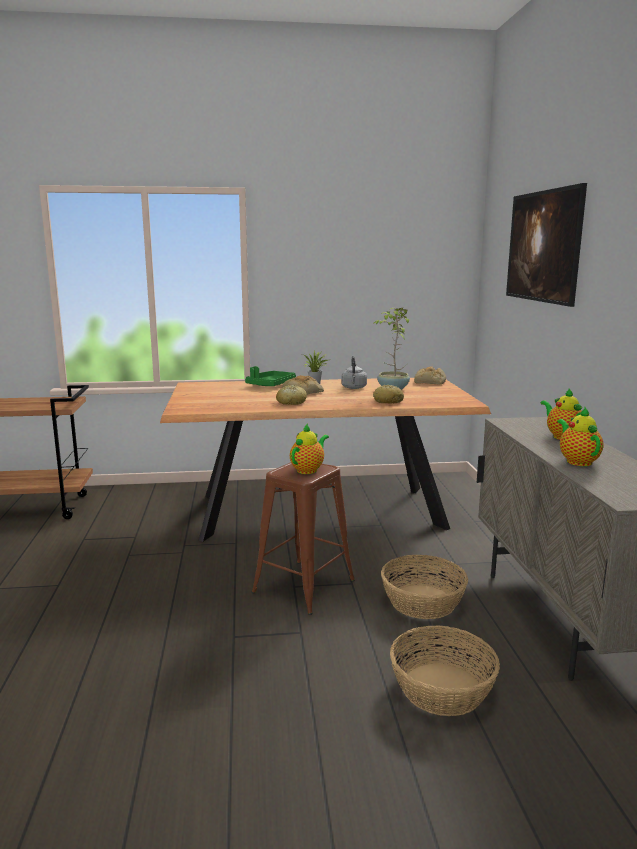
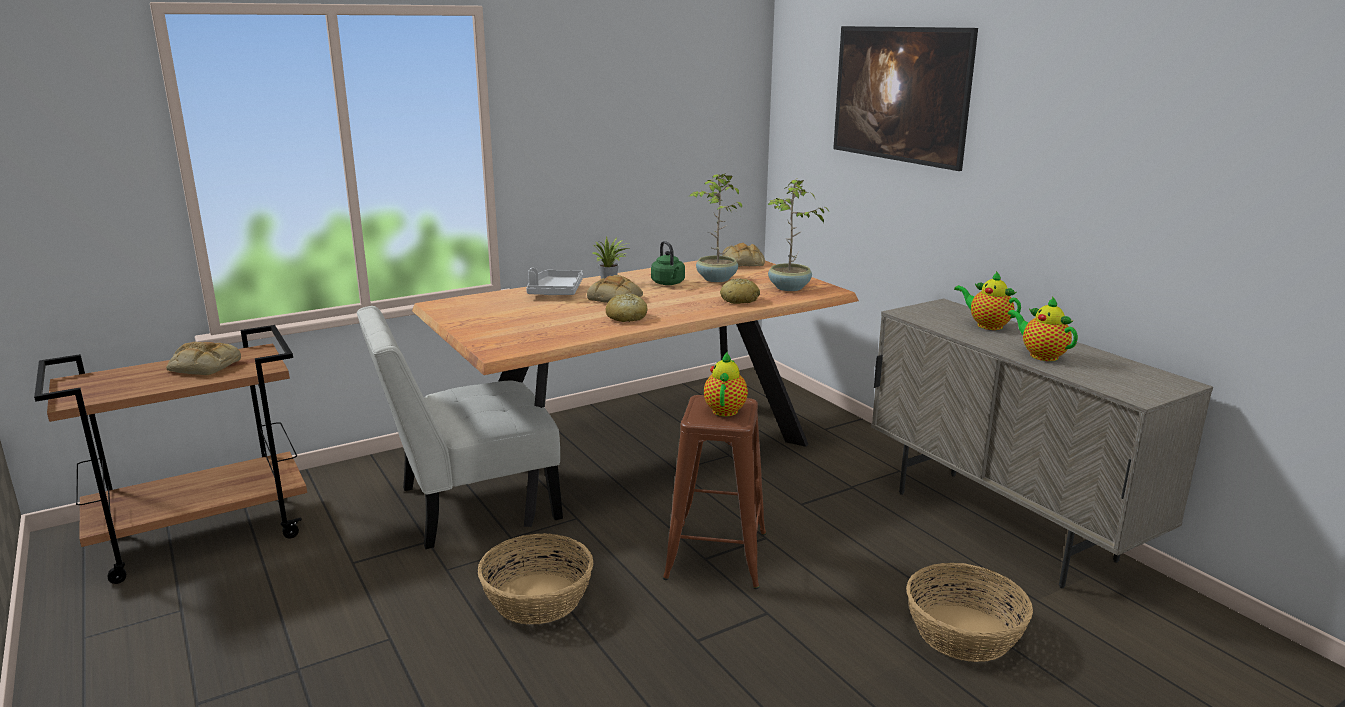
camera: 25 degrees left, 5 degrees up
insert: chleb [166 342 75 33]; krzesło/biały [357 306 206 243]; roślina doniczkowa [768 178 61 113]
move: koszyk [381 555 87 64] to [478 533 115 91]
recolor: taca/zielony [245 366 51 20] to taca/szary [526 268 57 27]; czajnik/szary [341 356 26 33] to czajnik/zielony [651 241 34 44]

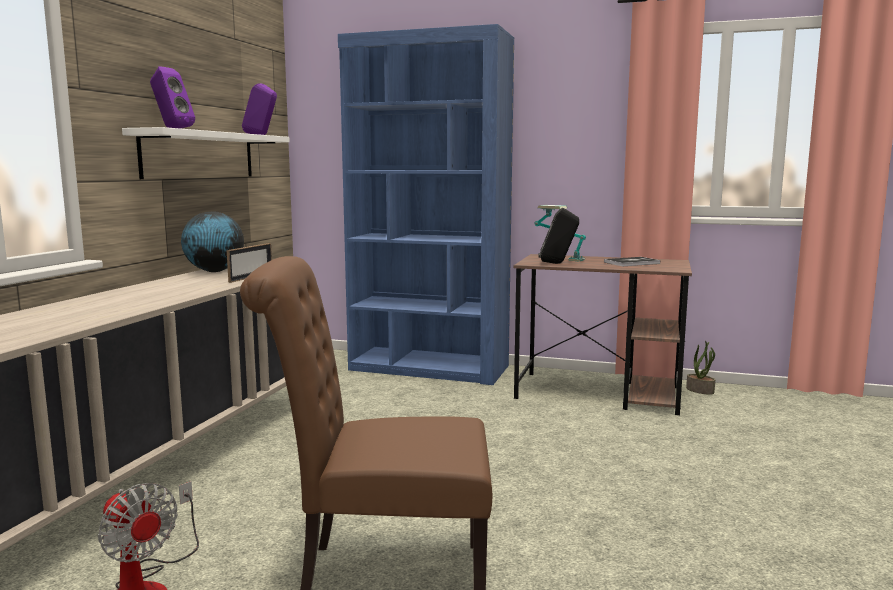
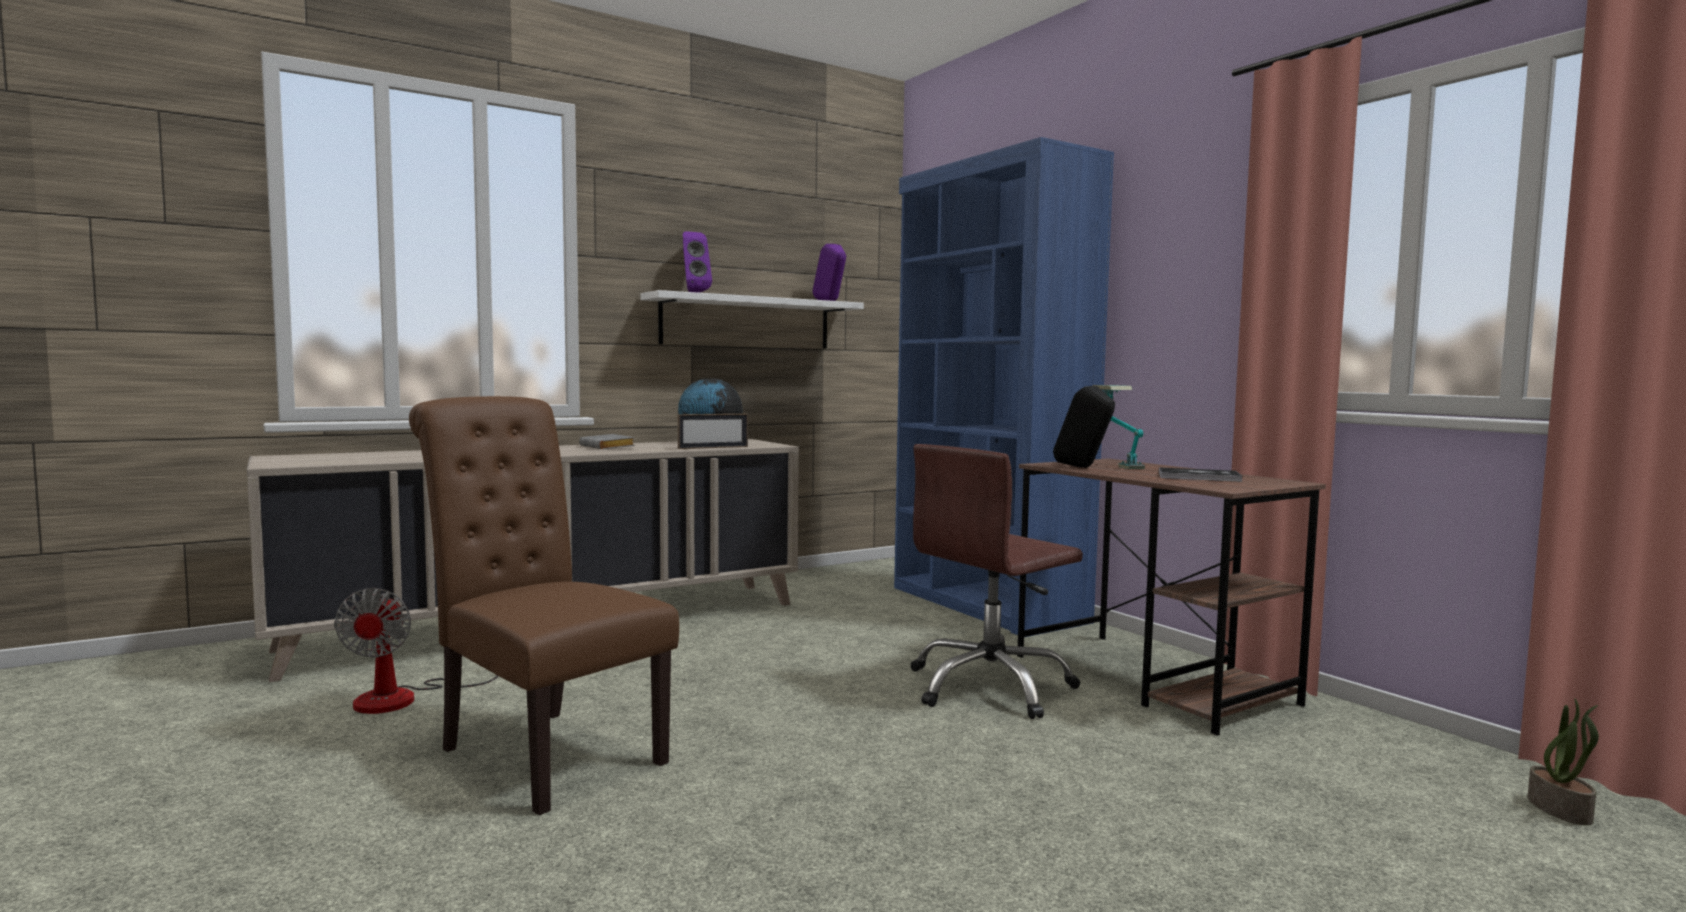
camera: 40 degrees right, 5 degrees down
insert: książka/szary [579 434 56 15]; krzesło biurowe/brązowy [910 444 173 275]
move: roślina doniczkowa [686 340 29 55] to [1528 698 71 127]

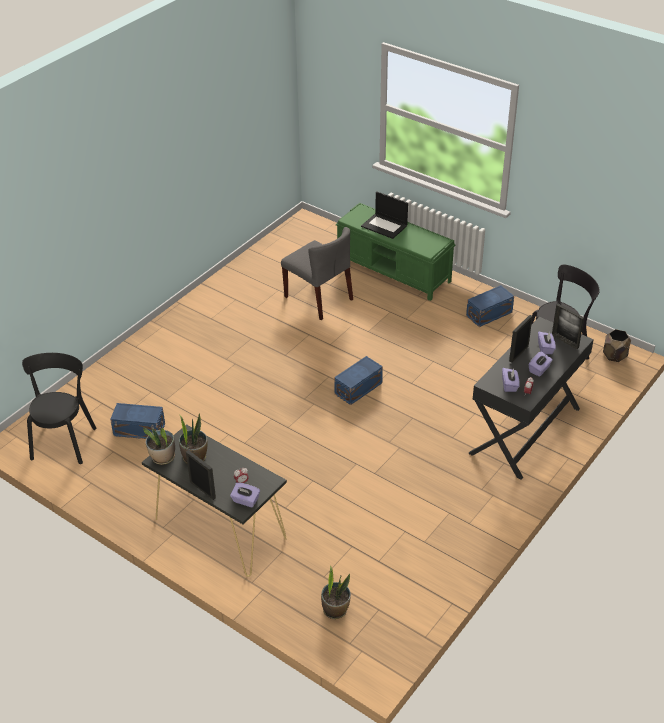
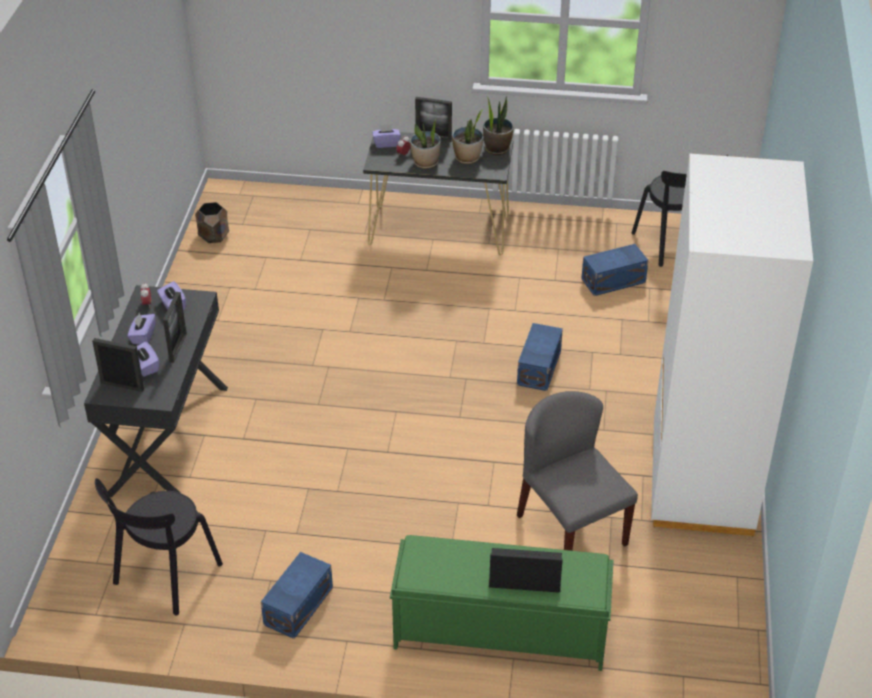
camera: 150 degrees right, 0 degrees up
insert: szafa/biały [651 154 162 382]
move: roślina doniczkowa [321 566 30 53] to [410 119 31 50]; pojemnik do przechowywania/niebieski [334 356 49 49] to [517 323 46 68]; donica/brązowy [603 329 28 33] to [195 202 34 41]
rotate: krzesło/szary [281 227 72 93] = [517 391 121 160] 45 degrees clockwise

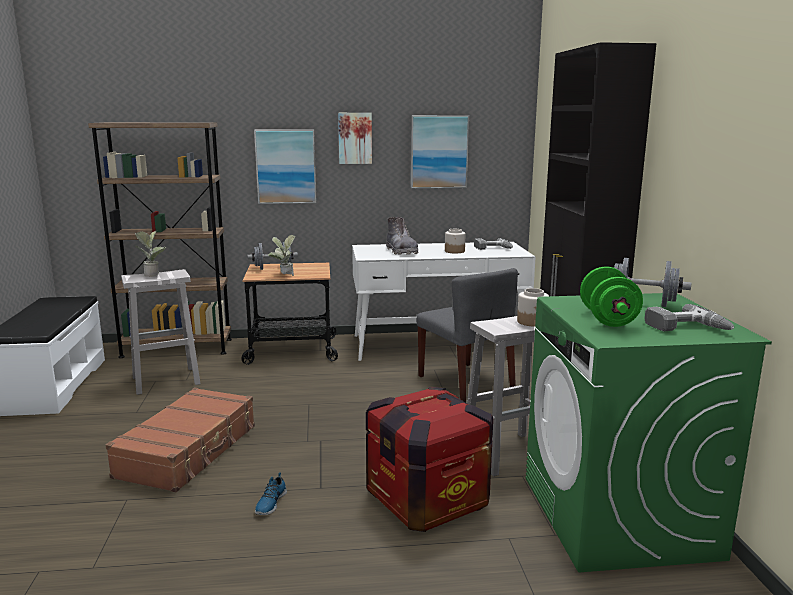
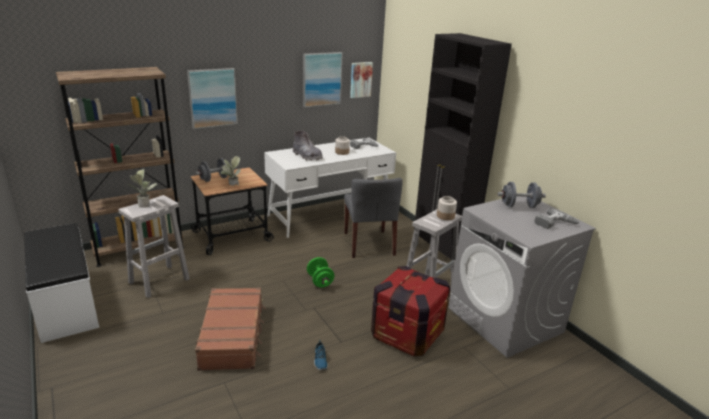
camera: 25 degrees left, 10 degrees up
move: obraz [338 113 34 51] to [350 62 23 36]; hantel/zielony [580 267 63 60] to [307 257 27 31]
recolor: pralka/zielony [526 293 246 279] to pralka/szary [448 196 148 162]
rotate: krzesło/szary [416 268 102 134] = [344 178 59 80] 45 degrees clockwise

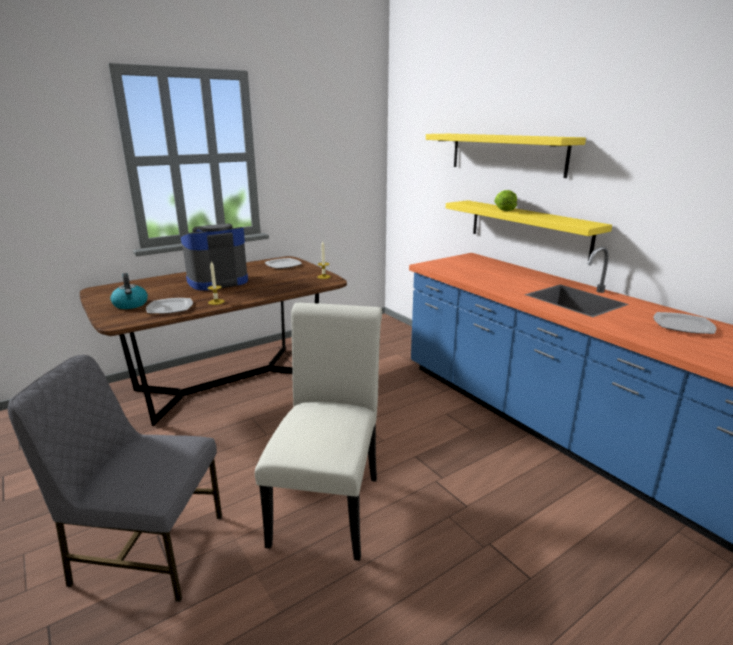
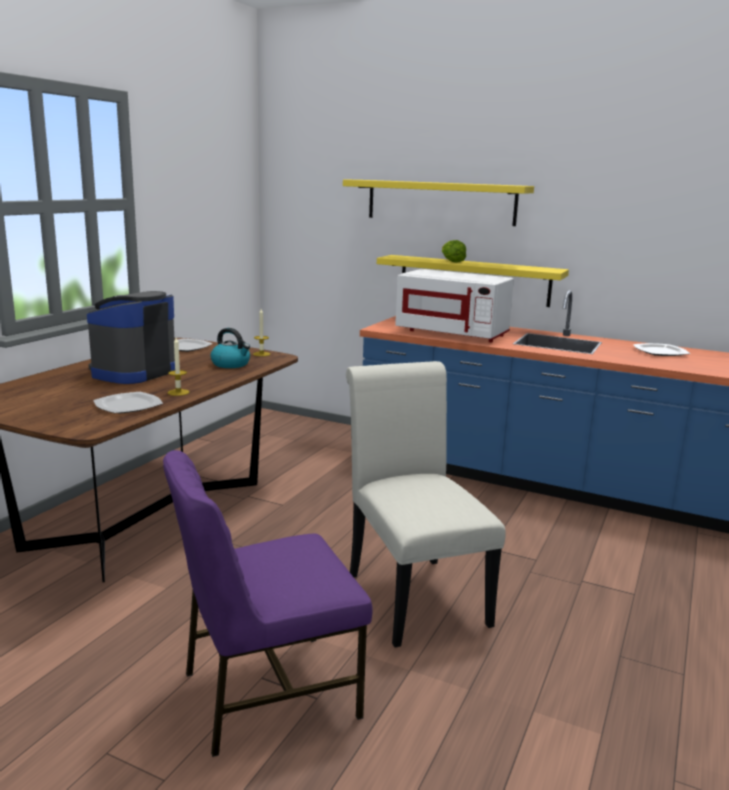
camera: 30 degrees left, 5 degrees down
insert: mikrofalówka/biały [395 269 119 73]
move: czajnik [110 273 38 36] to [211 328 39 40]
recolor: krzesło/szary [8 355 214 247] to krzesło/fioletowy [163 450 210 307]

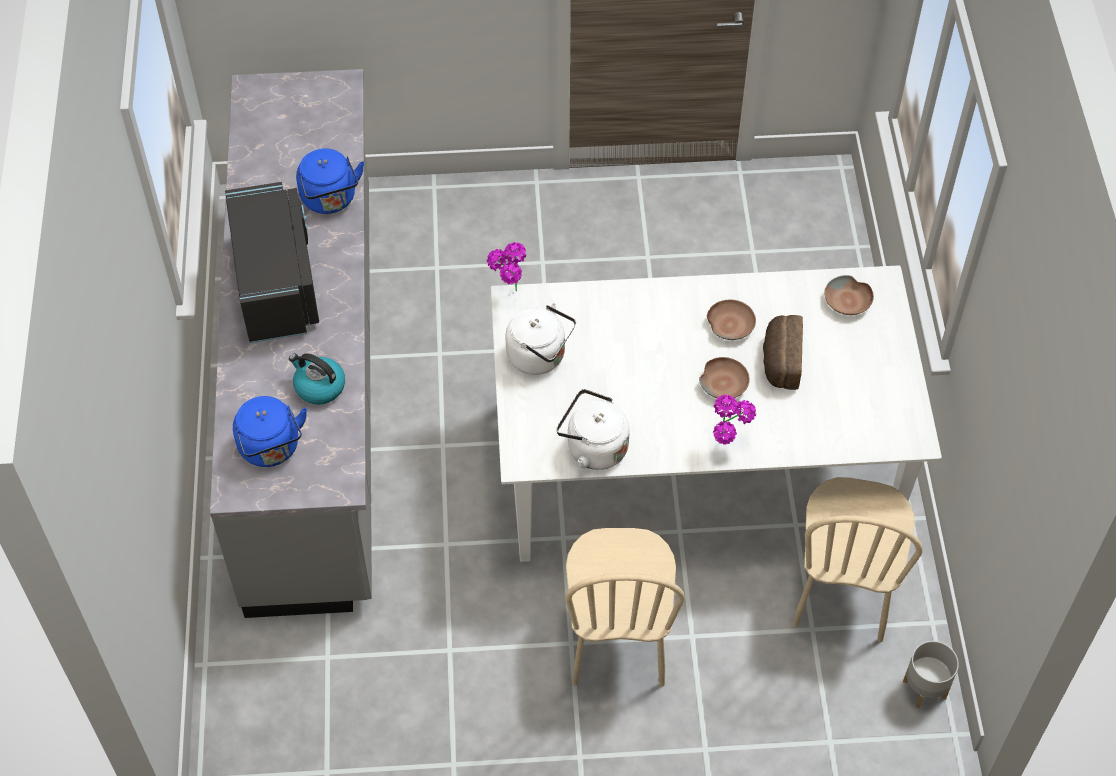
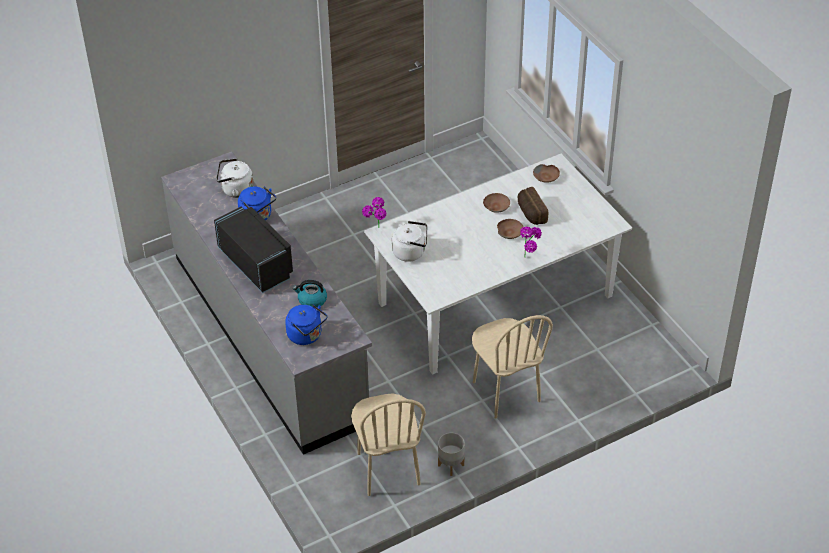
camera: 25 degrees left, 10 degrees down
move: czajnik/biały [556 389 74 81] to [216 158 38 40]; krzesło/beżowy [792 477 131 165] to [351 393 75 103]; donica/szary [903 641 56 68] to [438 433 27 43]

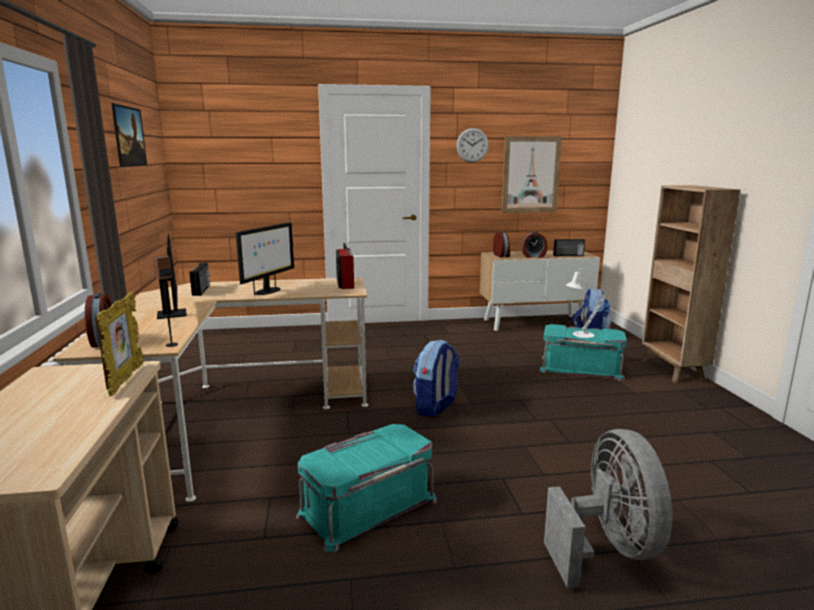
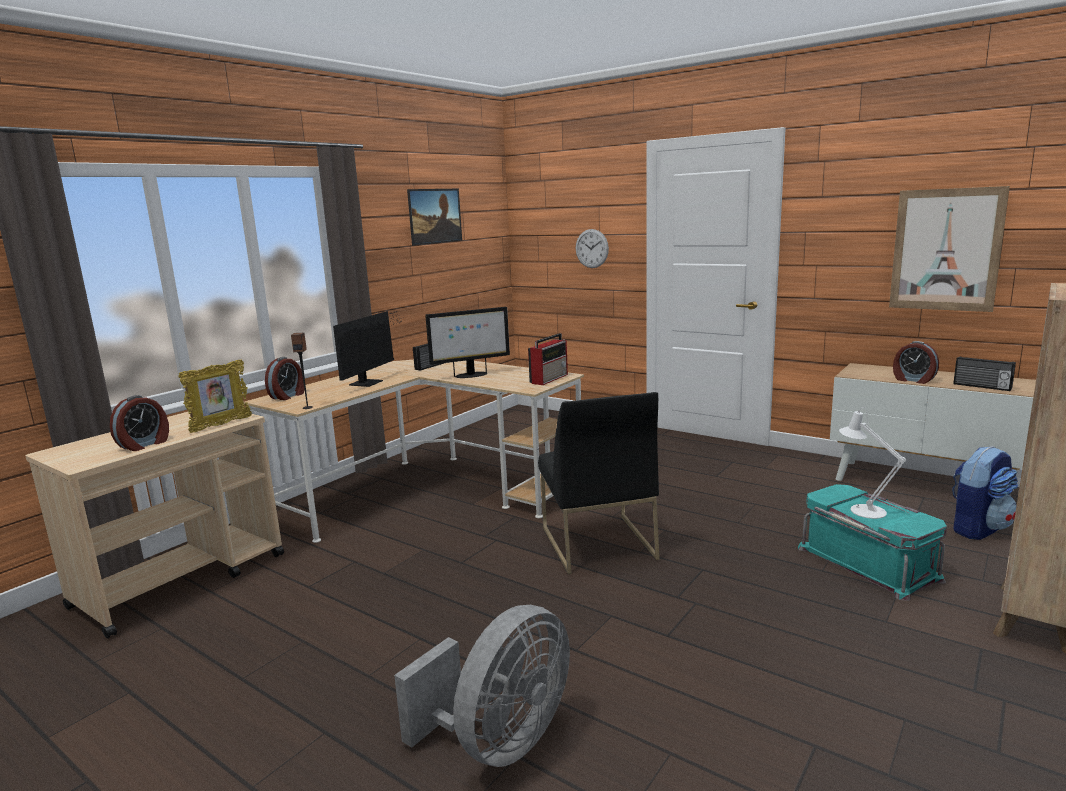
camera: 45 degrees right, 0 degrees up
delete: pojemnik do przechowywania/turkusowy [296 424 141 128]
move: zegar ścienny [456 128 33 35] to [576 229 33 39]; budzik [493 231 17 26] to [110 395 59 56]
replace: plecak [413 340 47 77] to krzesło/czarny [538 392 122 182]

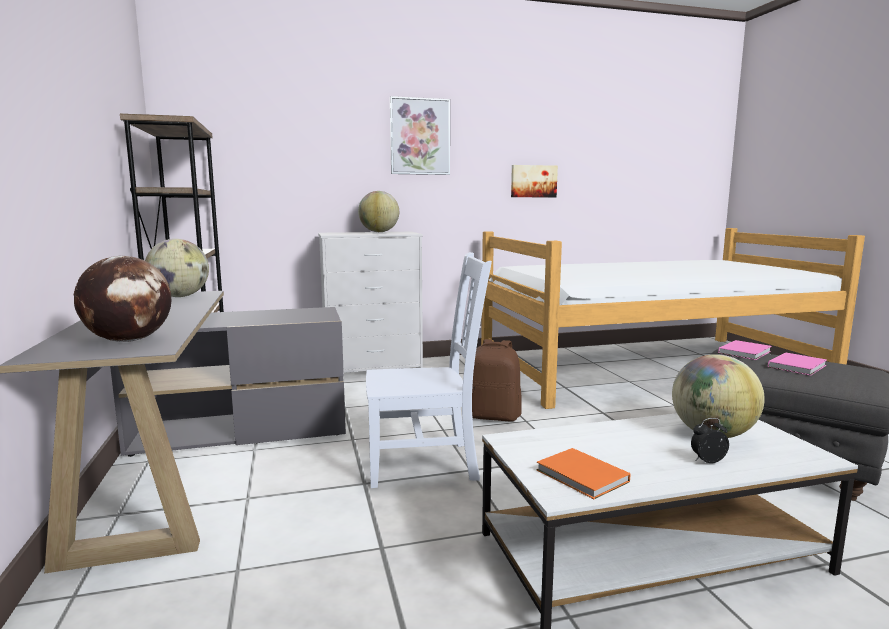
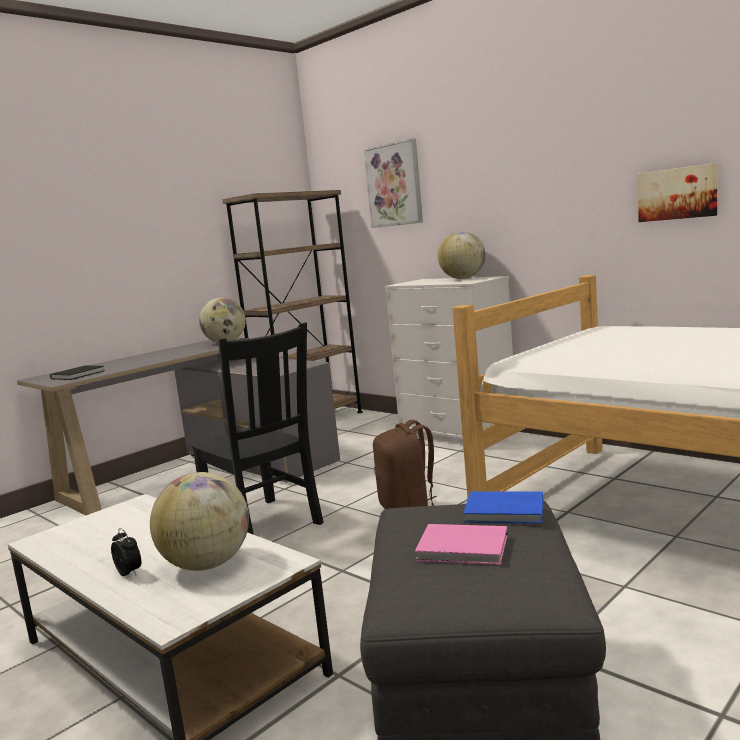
camera: 60 degrees right, 0 degrees up
delete: książka/pomarańczowy [536 448 94 51]
move: obraz [390 96 60 79] to [364 138 59 90]
replace: globus [74 256 97 86] to książka/czarny [50 365 55 15]
recolor: krzesło/biały [366 252 126 236] to krzesło/czarny [192 322 132 213]; książka/różowy [718 340 54 20] to książka/niebieski [463 491 80 32]

